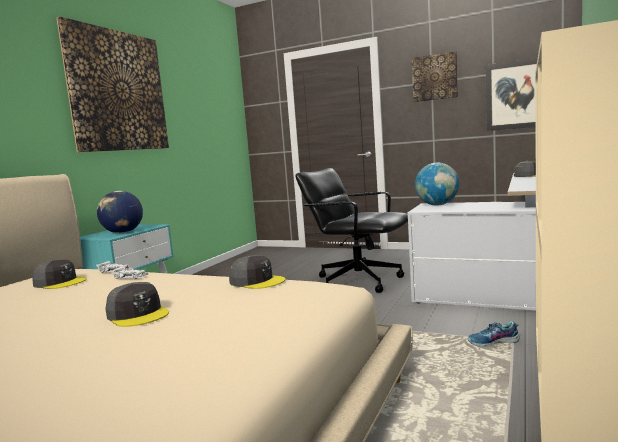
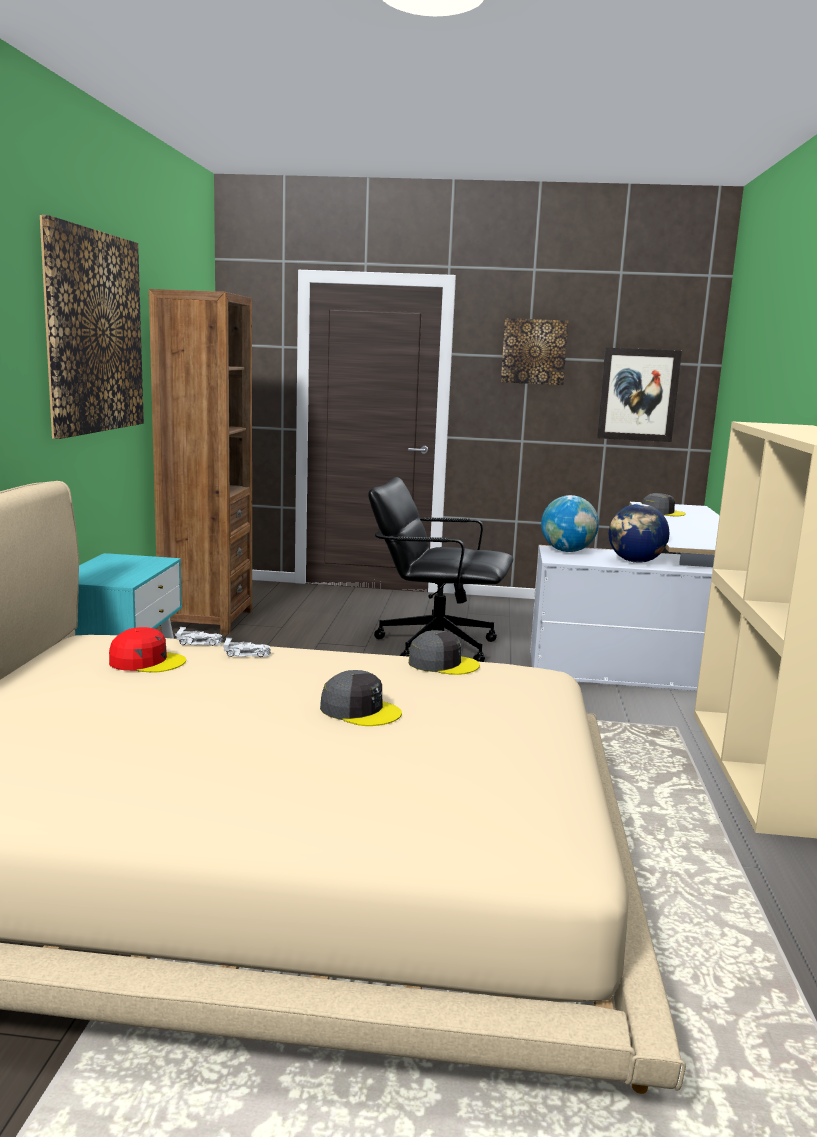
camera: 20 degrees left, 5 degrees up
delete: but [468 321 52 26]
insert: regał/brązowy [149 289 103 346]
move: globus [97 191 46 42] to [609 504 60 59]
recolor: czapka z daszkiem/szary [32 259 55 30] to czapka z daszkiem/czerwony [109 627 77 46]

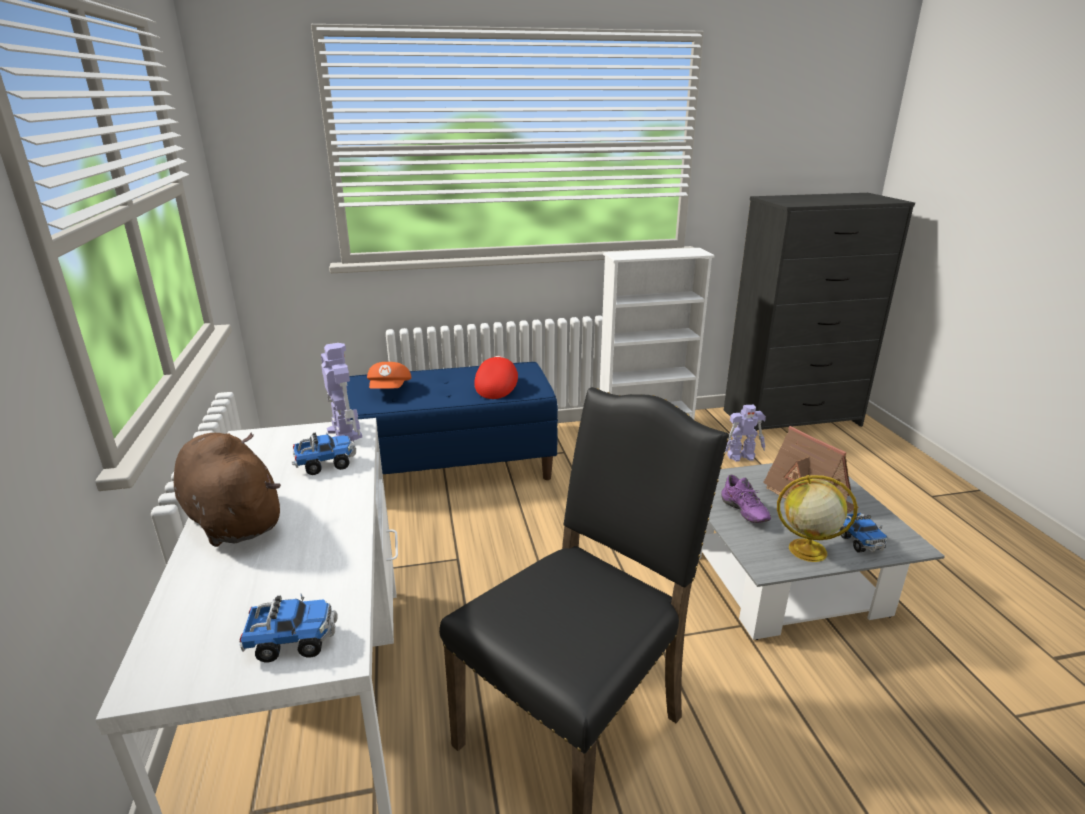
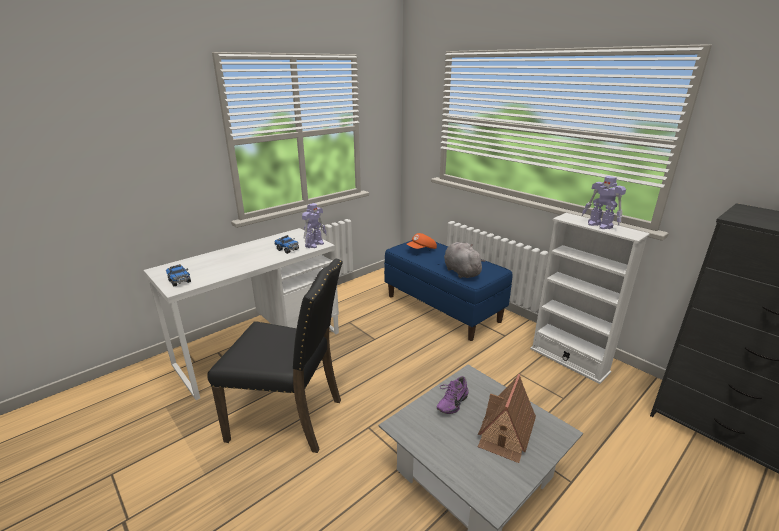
camera: 60 degrees right, 0 degrees up
delete: pluszak/brązowy [174 432 107 115]; globus [777 475 81 87]; ciężarówka zabawkowa [839 513 48 40]
move: robot zabawkowy [725 405 41 57] to [581 176 45 53]
replace: czapka z daszkiem/czerwony [474 356 44 43] to pluszak/szary [444 242 41 36]

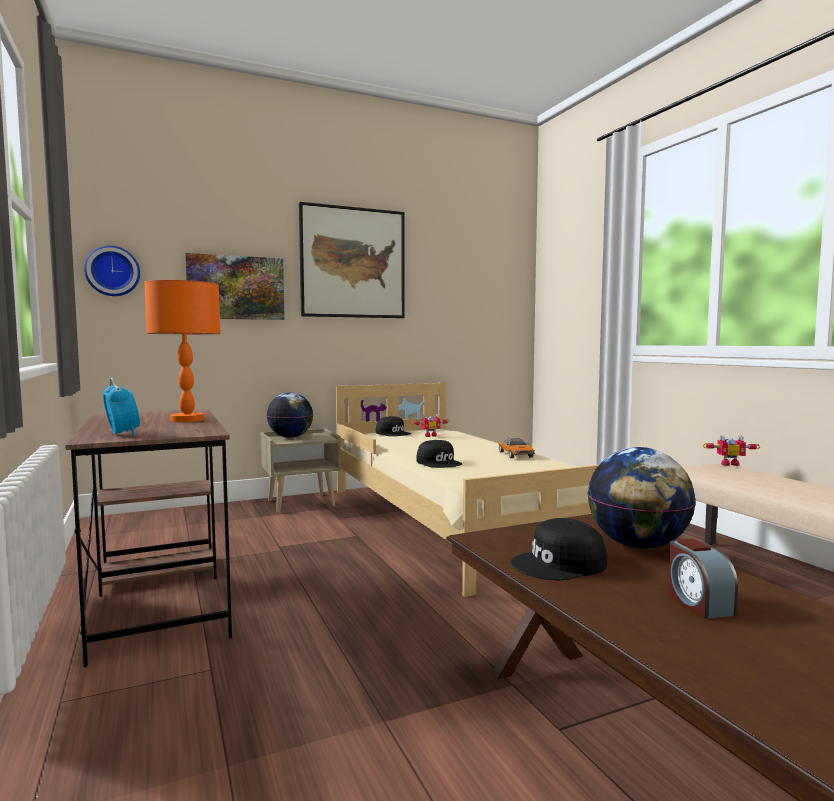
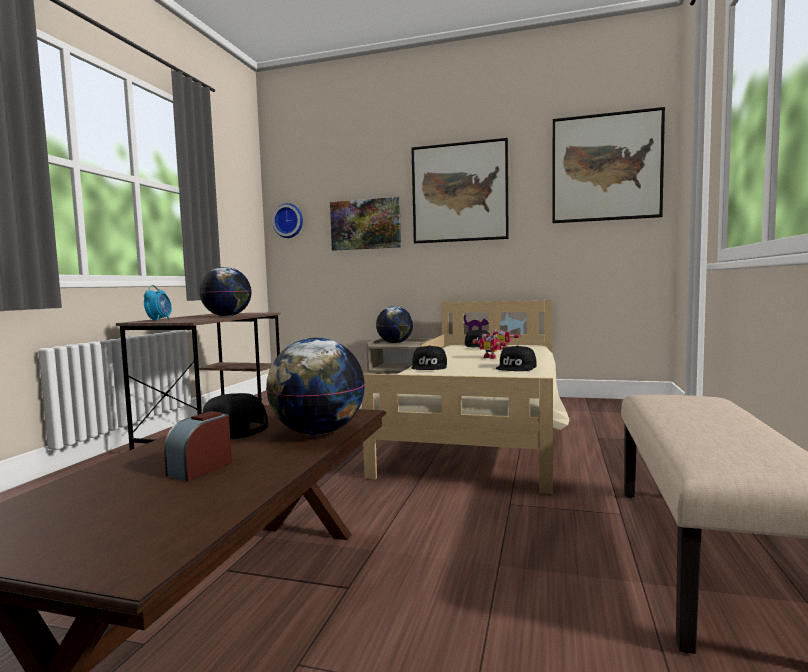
camera: 40 degrees right, 0 degrees up
insert: obraz [552 107 113 116]
move: robot zabawkowy [703 435 57 31] to [472 334 36 25]
replace: lampa stołowa/pomarańczowy [144 280 77 142] to globus [199 267 52 49]; samochodzik [498 438 37 20] to czapka z daszkiem/czarny [495 346 42 25]

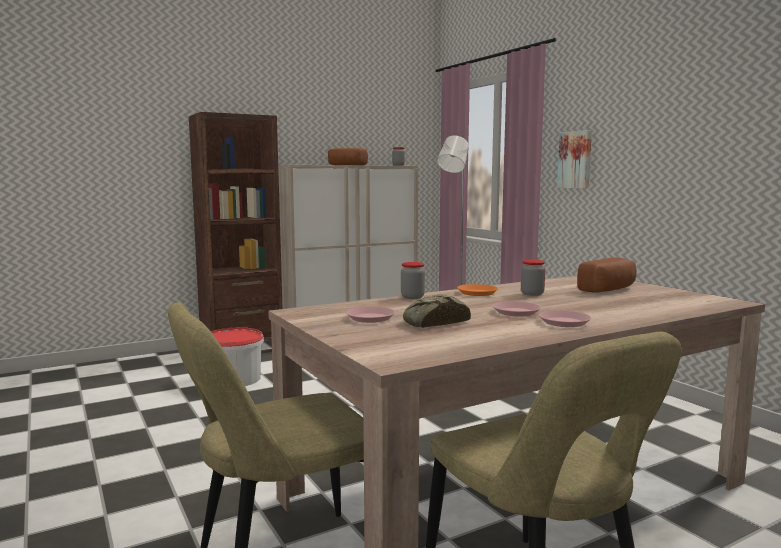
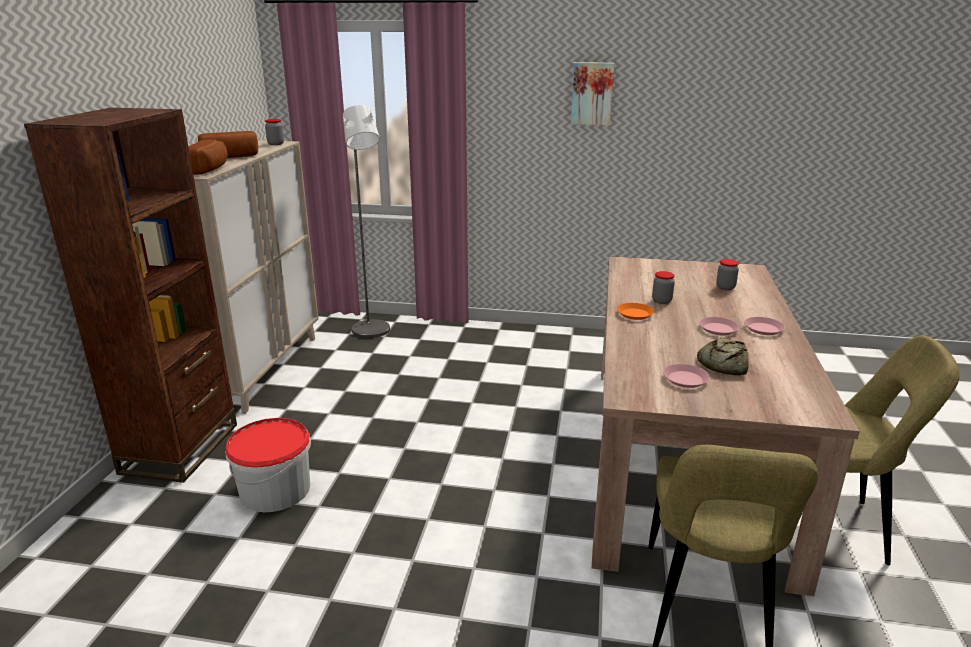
camera: 50 degrees left, 15 degrees up
move: słoik [401 262 24 37] to [716 259 23 31]; obraz [557 130 35 59] to [571 62 43 63]; chleb [577 257 59 36] to [188 140 40 35]

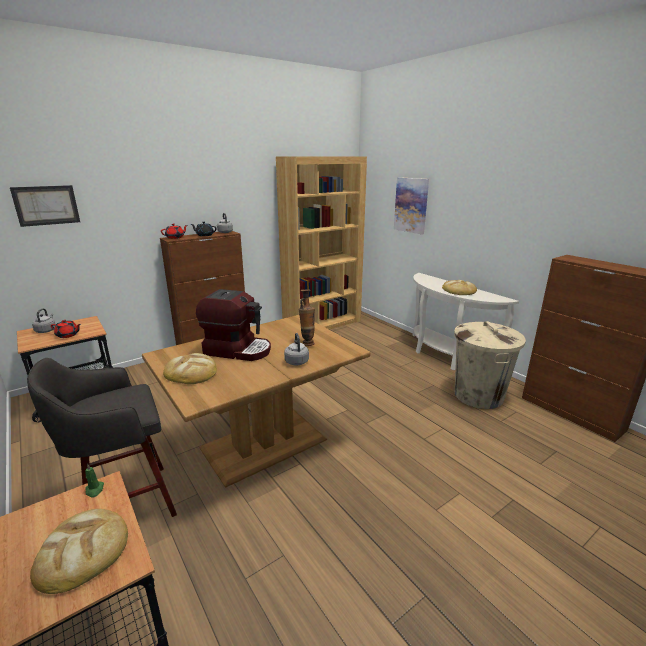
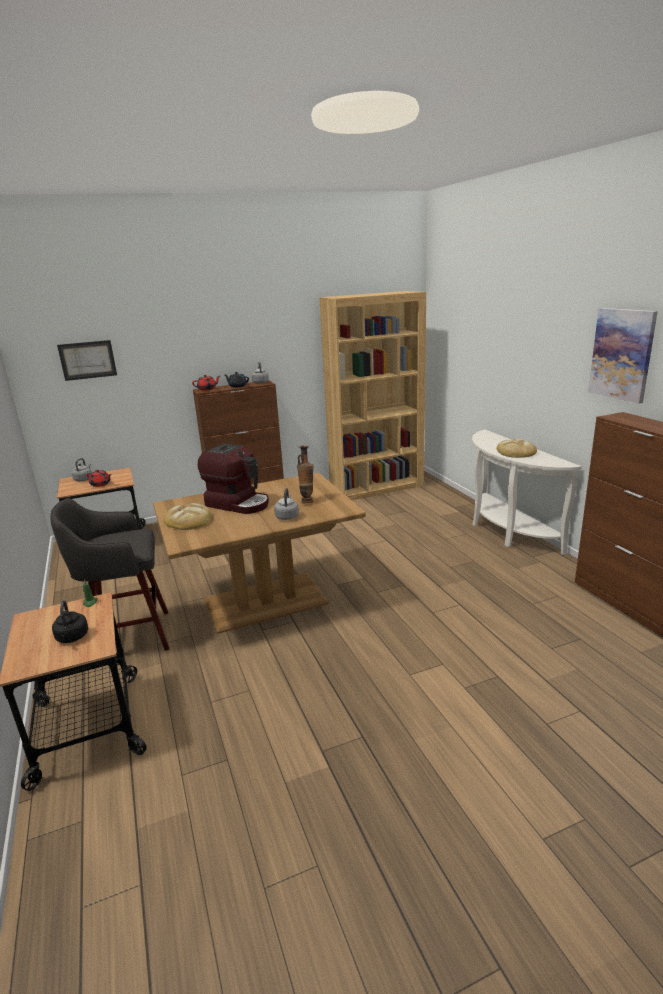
camera: 15 degrees right, 0 degrees up
delete: kosz na śmieci/beżowy [454 321 72 88]
move: obraz [394 177 35 58] to [588 308 70 95]
replace: chleb [30 509 98 85] to czajnik/czarny [52 600 36 43]

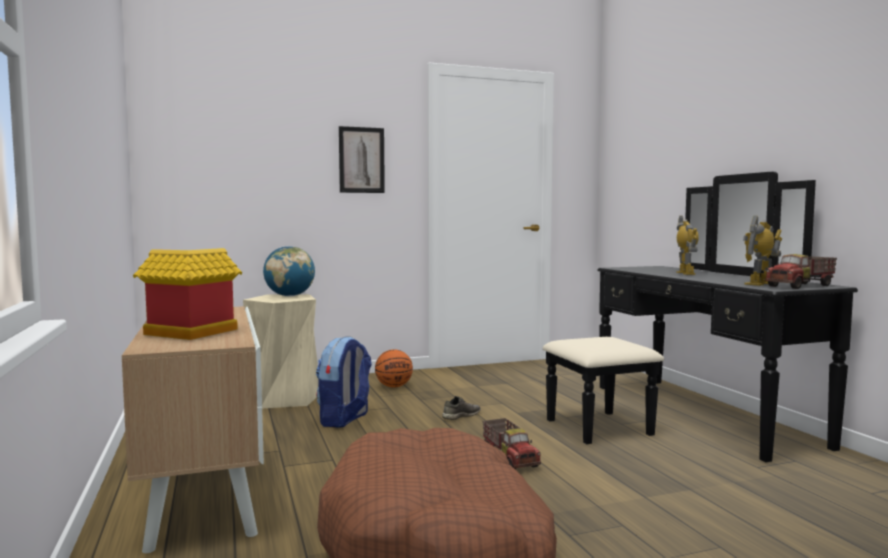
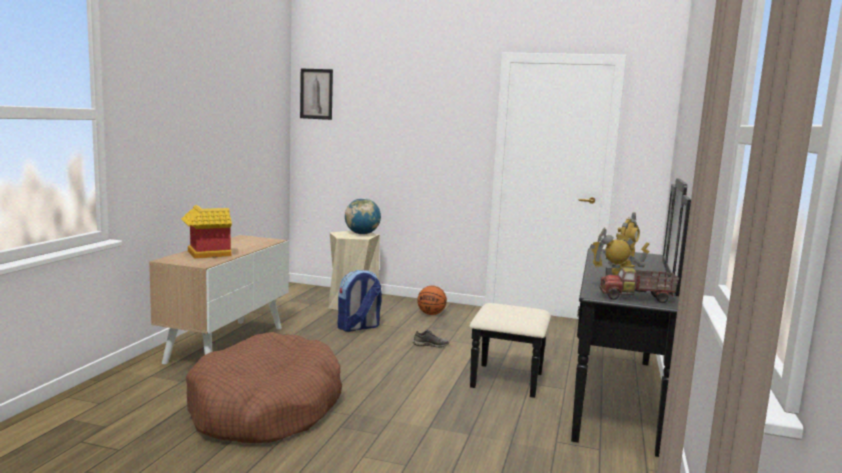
camera: 35 degrees right, 5 degrees up
delete: ciężarówka zabawkowa [483 418 58 52]
move: obraz [339 126 46 67] to [300 69 33 51]

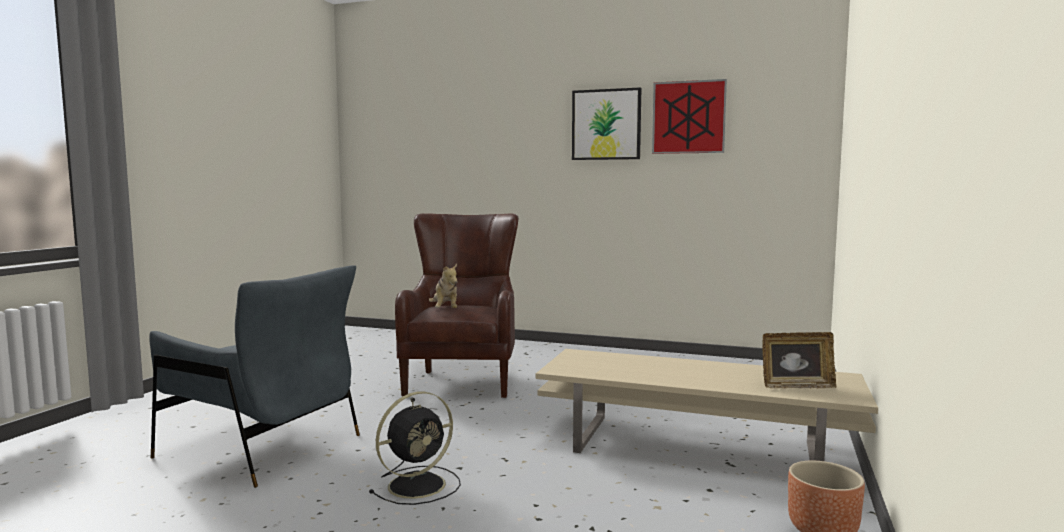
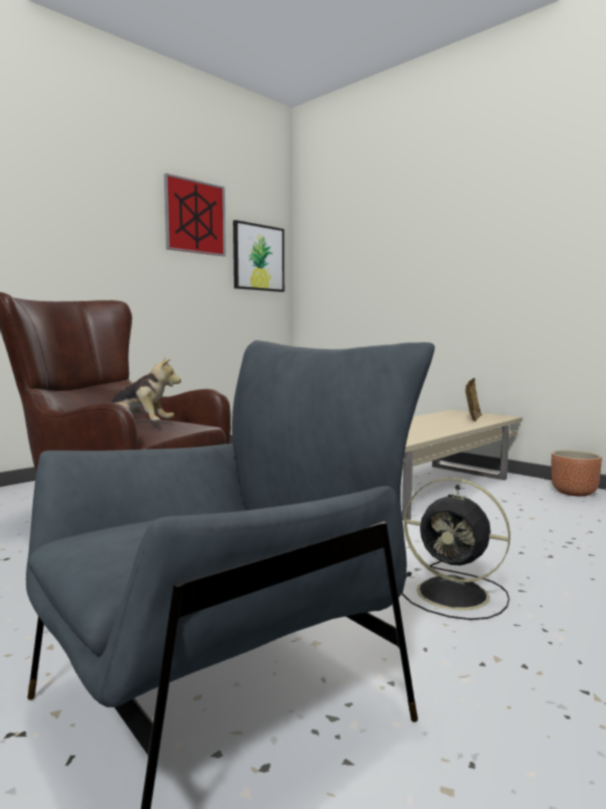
camera: 65 degrees left, 0 degrees up
move: obraz [572 87 70 73] to [233 220 51 72]
rotate: wentylator/czarny [369 391 92 114] = [402 478 108 142] 135 degrees clockwise

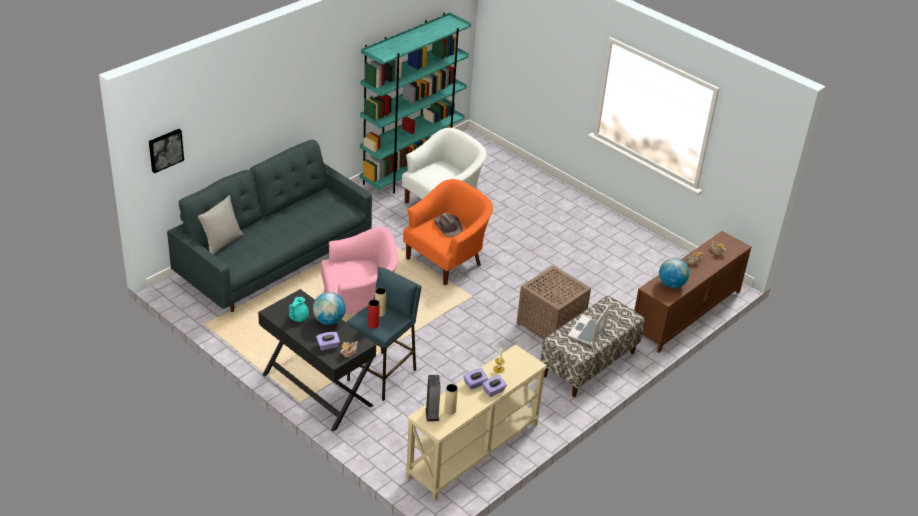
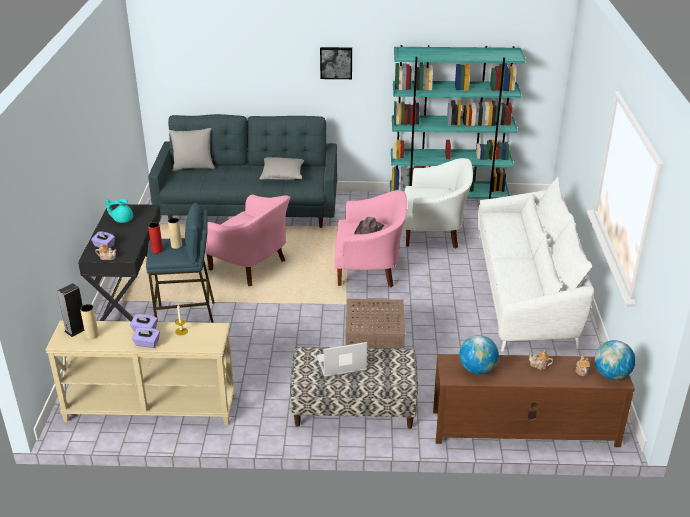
camera: 50 degrees right, 5 degrees down
insert: poduszka/szary [259 157 45 23]; kanapa/biały [477 177 117 175]
move: obraz [149 129 35 44] to [320 47 32 32]; globus [313 292 33 33] to [595 340 41 40]
recolor: fotel/pomarańczowy [403 179 90 106] to fotel/różowy [334 190 73 97]

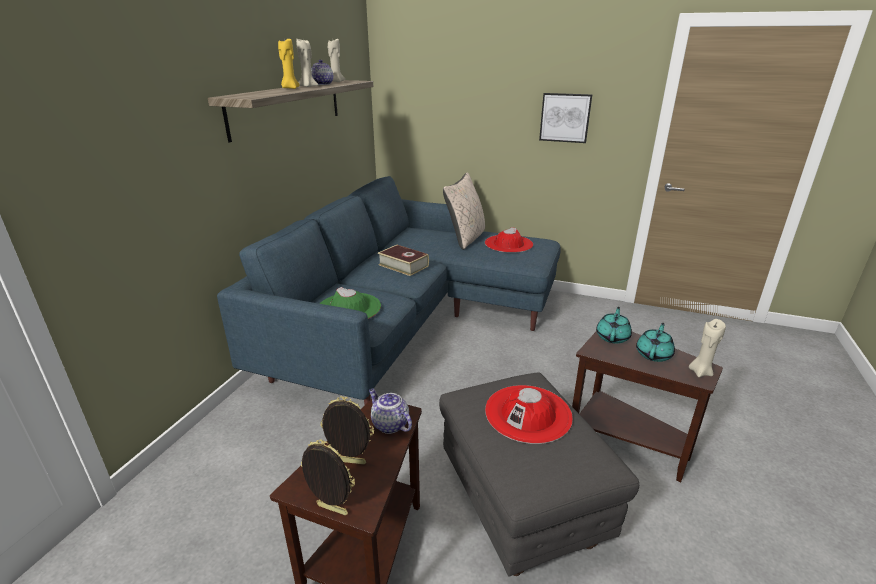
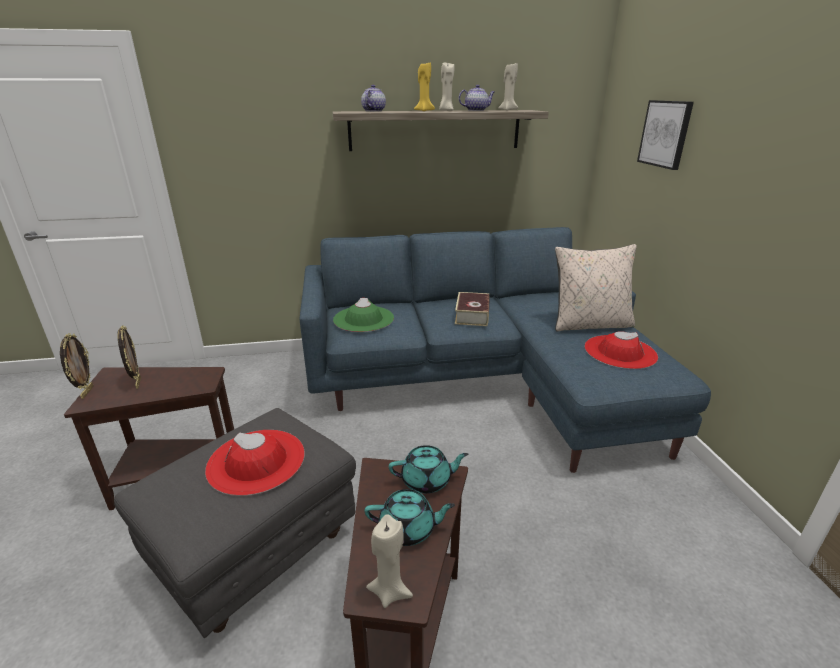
camera: 60 degrees right, 0 degrees up
move: imbryk [369 389 43 45] to [361 85 25 27]; obraz [539 93 53 50] to [637 100 57 70]

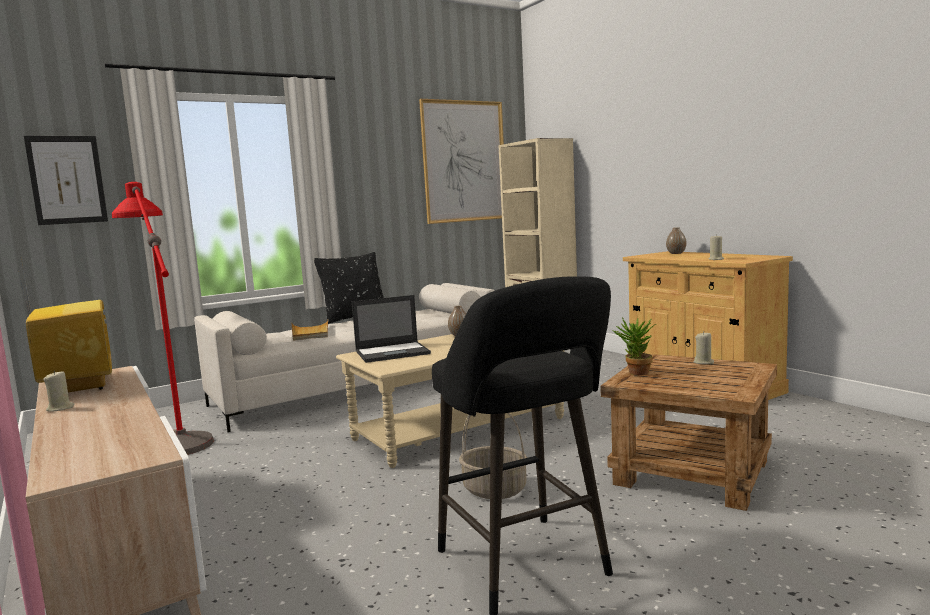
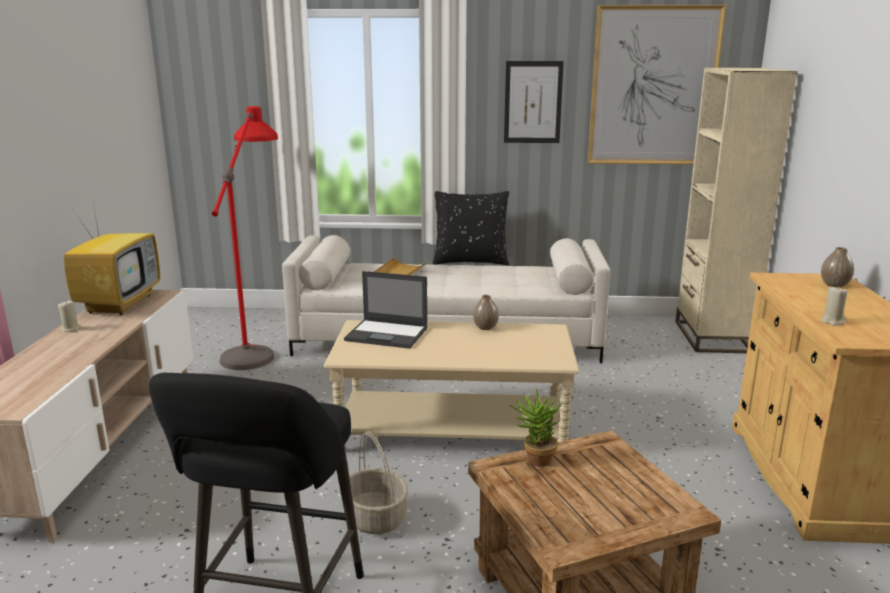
camera: 35 degrees right, 10 degrees up
delete: świeca/beżowy [694 332 20 32]
move: obraz [24 136 84 89] to [504 61 60 82]

